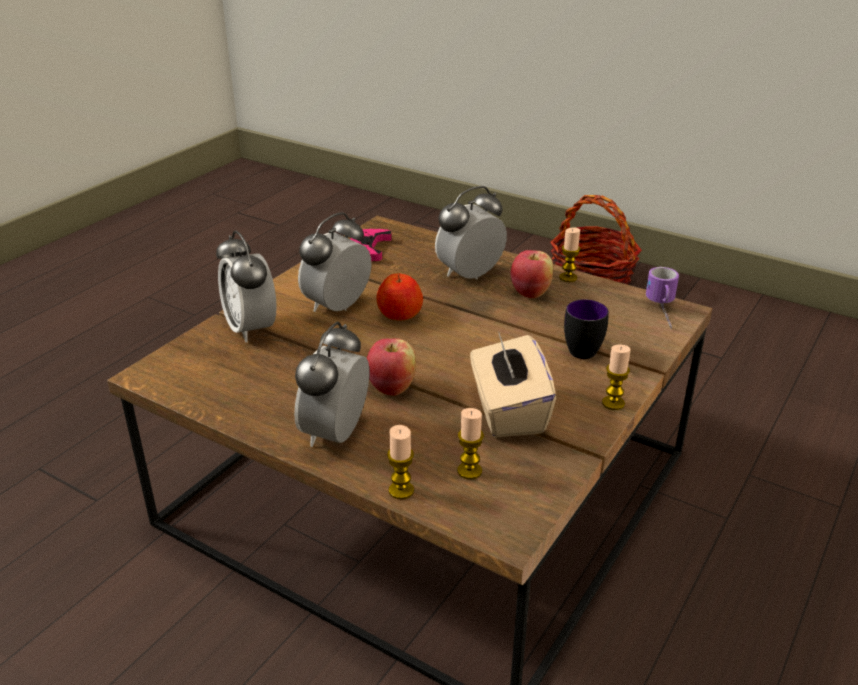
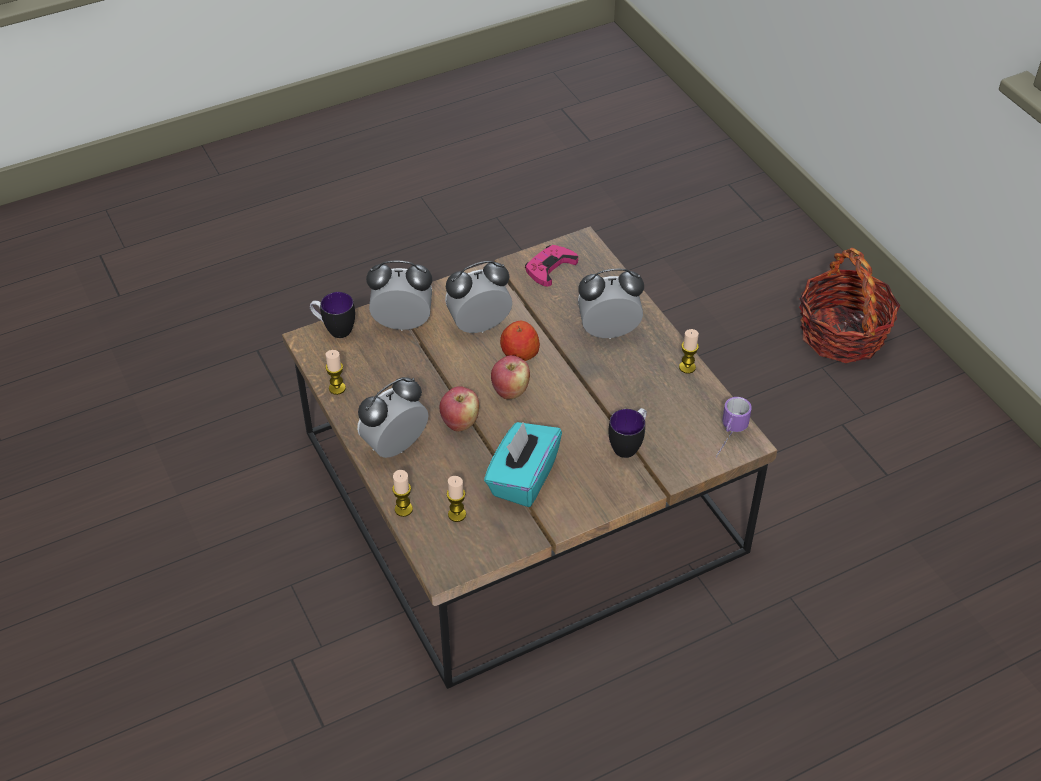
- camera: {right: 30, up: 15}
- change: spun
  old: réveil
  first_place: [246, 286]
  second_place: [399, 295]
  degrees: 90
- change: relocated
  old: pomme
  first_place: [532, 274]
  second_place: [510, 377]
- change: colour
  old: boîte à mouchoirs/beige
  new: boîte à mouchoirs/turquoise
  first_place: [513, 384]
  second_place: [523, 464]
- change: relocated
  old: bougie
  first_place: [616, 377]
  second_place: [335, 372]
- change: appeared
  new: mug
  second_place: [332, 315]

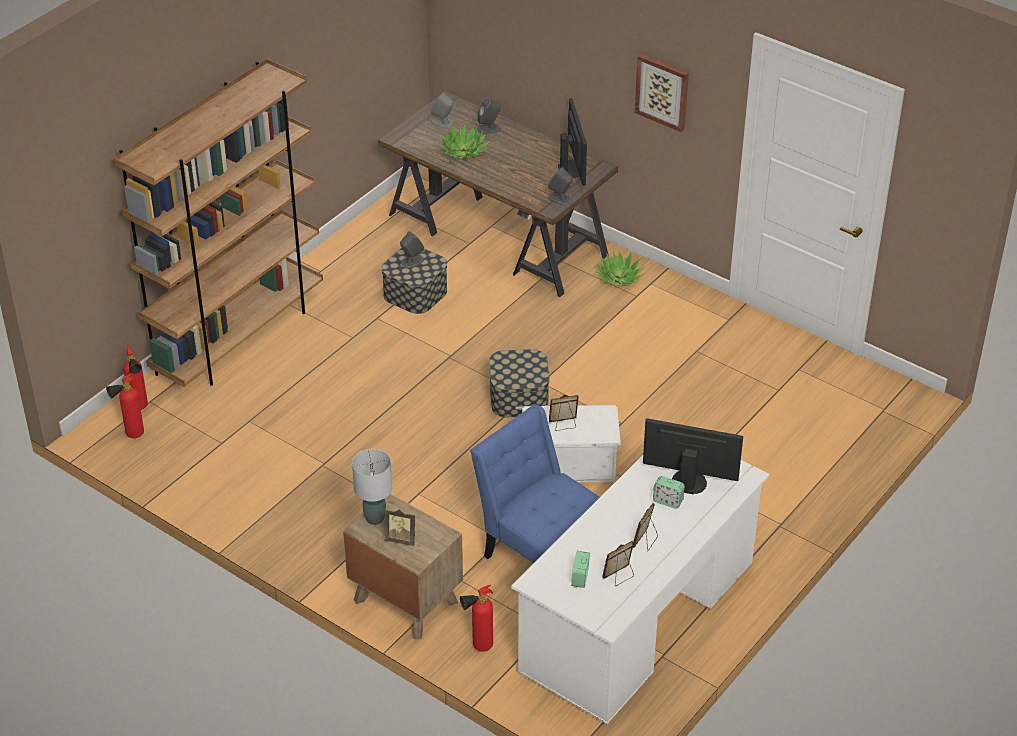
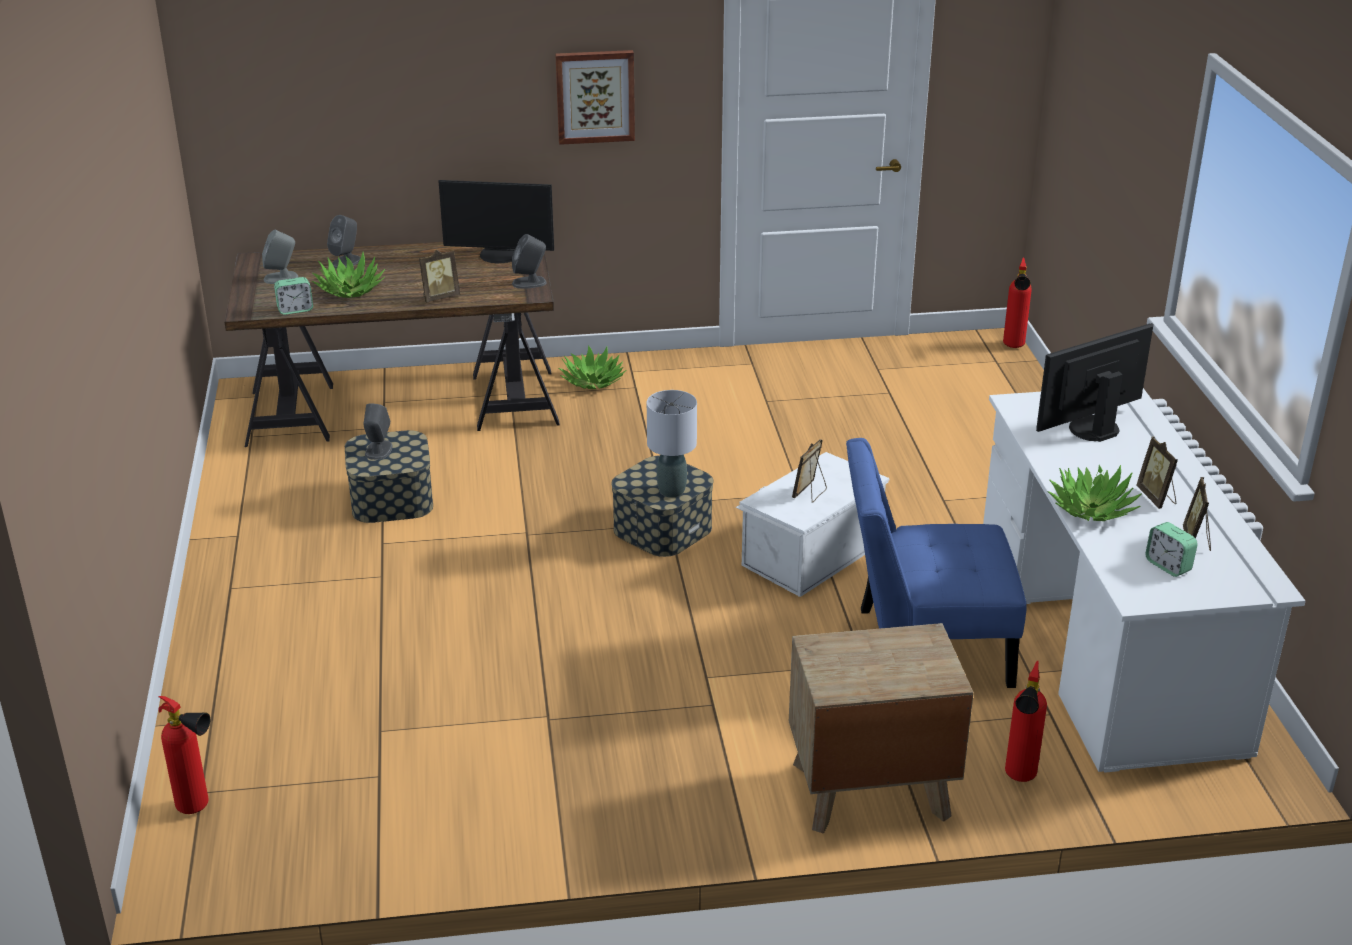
- camera: {right: -45, up: -10}
- change: missing
  old: bibliothèque/marron
  first_place: [218, 223]
- change: spun
  old: écran d'ordinateur
  first_place: [572, 142]
  second_place: [496, 221]
  degrees: 150
- change: relocated
  old: extincteur
  first_place: [125, 405]
  second_place: [1017, 302]
- change: relocated
  old: lampe de table/gris
  first_place: [372, 487]
  second_place: [672, 444]
- change: relocated
  old: réveil
  first_place: [669, 492]
  second_place: [293, 296]
- change: relocated
  old: cadre photo
  first_place: [400, 527]
  second_place: [439, 276]
- change: appeared
  new: plante en pot
  second_place: [1094, 493]

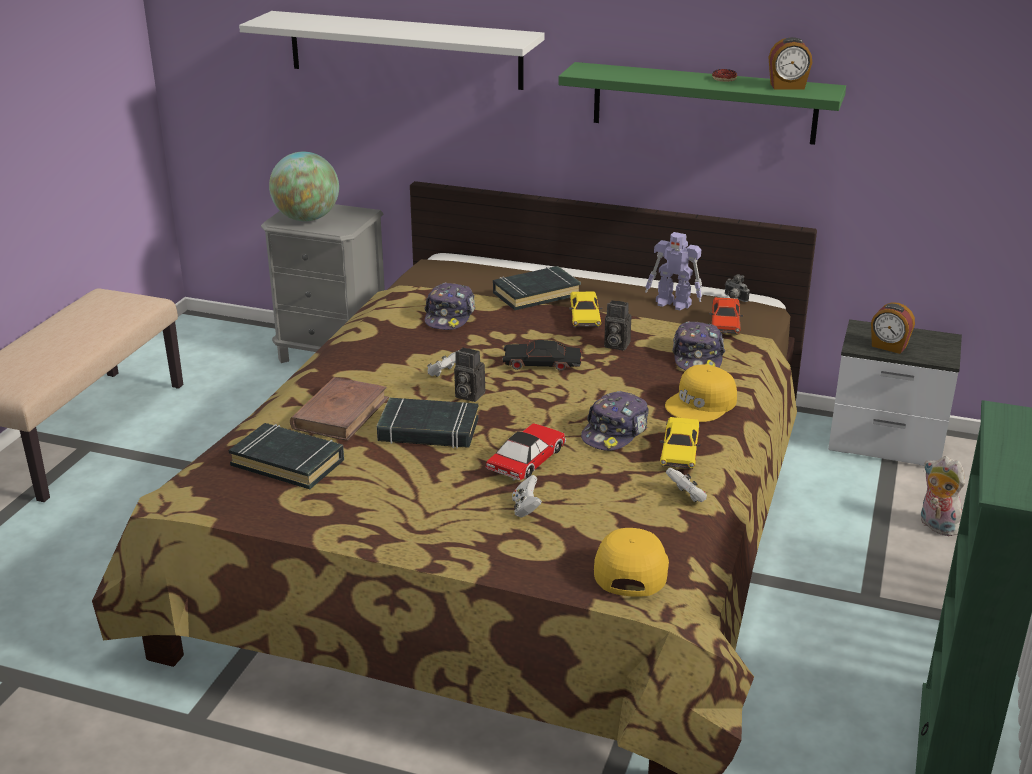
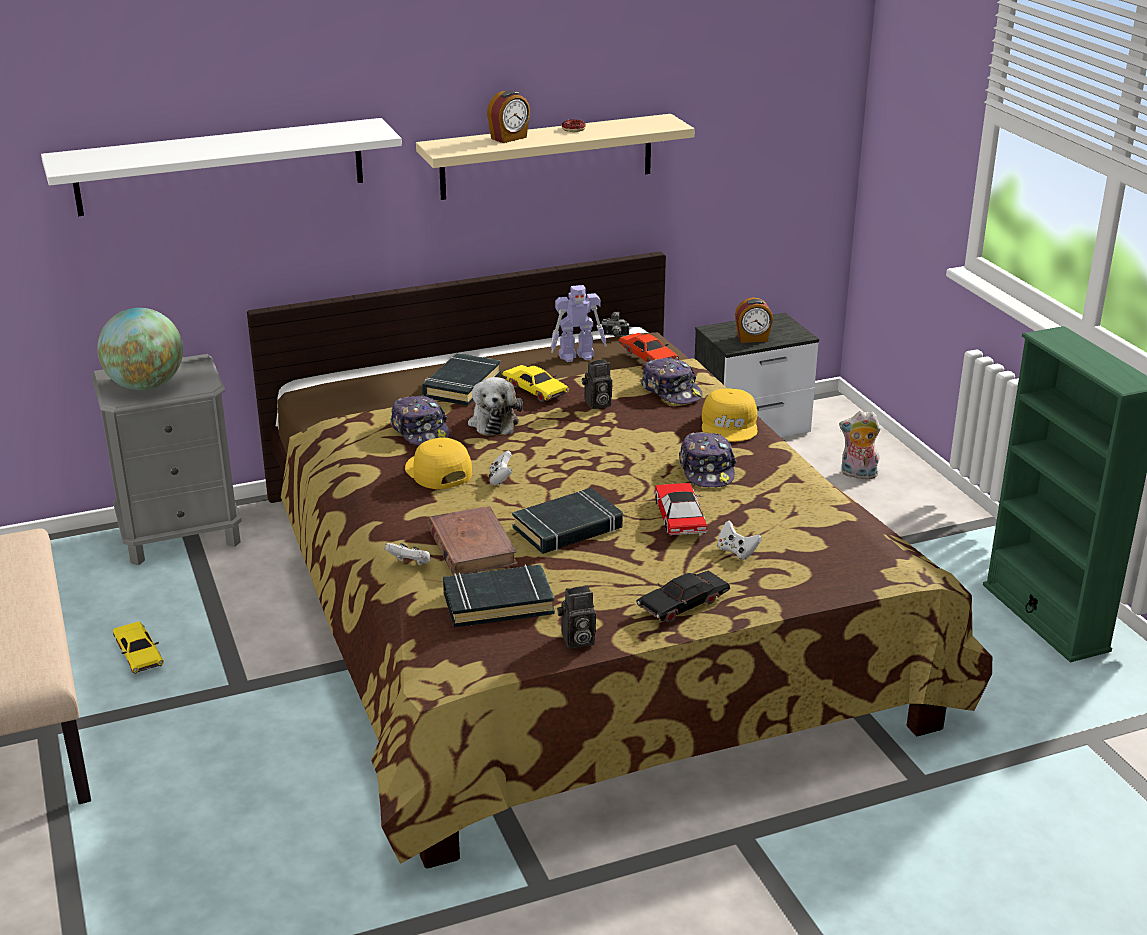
- camera: {right: -40, up: 0}
- change: relocated
  old: réveil
  first_place: [790, 63]
  second_place: [508, 117]
- change: colour
  old: étagère/vert
  new: étagère/beige
  first_place: [702, 103]
  second_place: [555, 157]
- change: relocated
  old: petite voiture/noir
  first_place: [541, 355]
  second_place: [683, 597]
- change: relocated
  old: appareil photo
  first_place: [469, 374]
  second_place: [576, 617]
- change: relocated
  old: petite voiture/jaune
  first_place: [680, 443]
  second_place: [138, 647]
- change: relocated
  old: manette/blanc
  first_place: [686, 485]
  second_place: [407, 554]
- change: relocated
  old: casquette/jaune
  first_place: [631, 562]
  second_place: [438, 463]
- change: appeared
  new: peluche
  second_place: [495, 406]

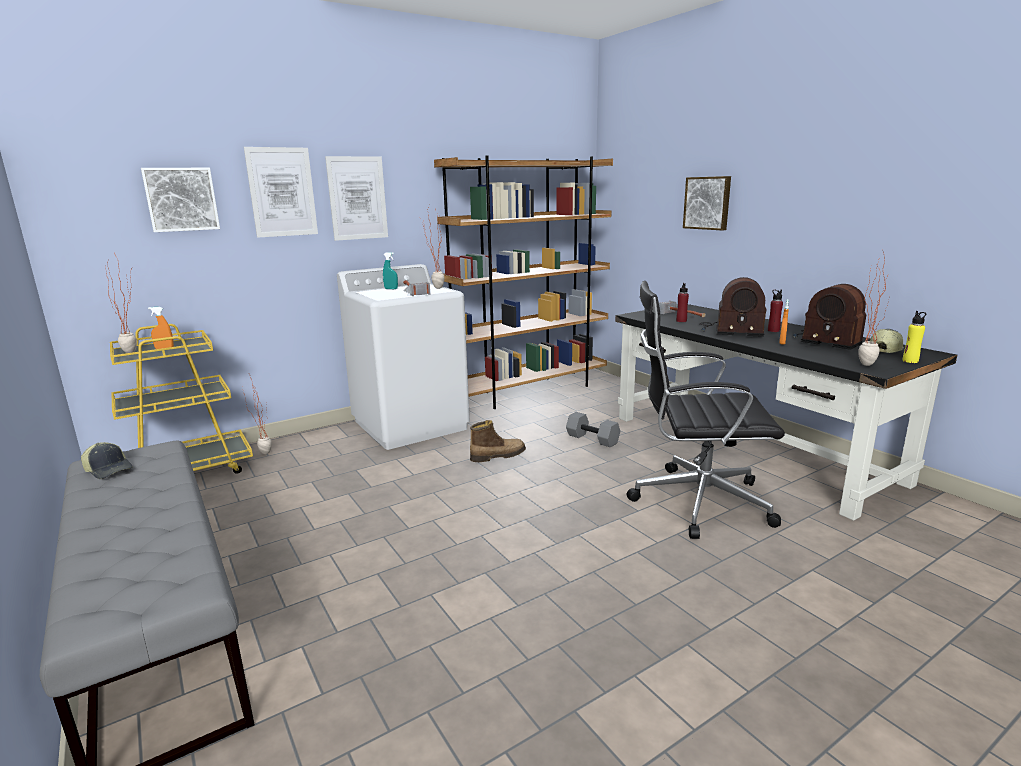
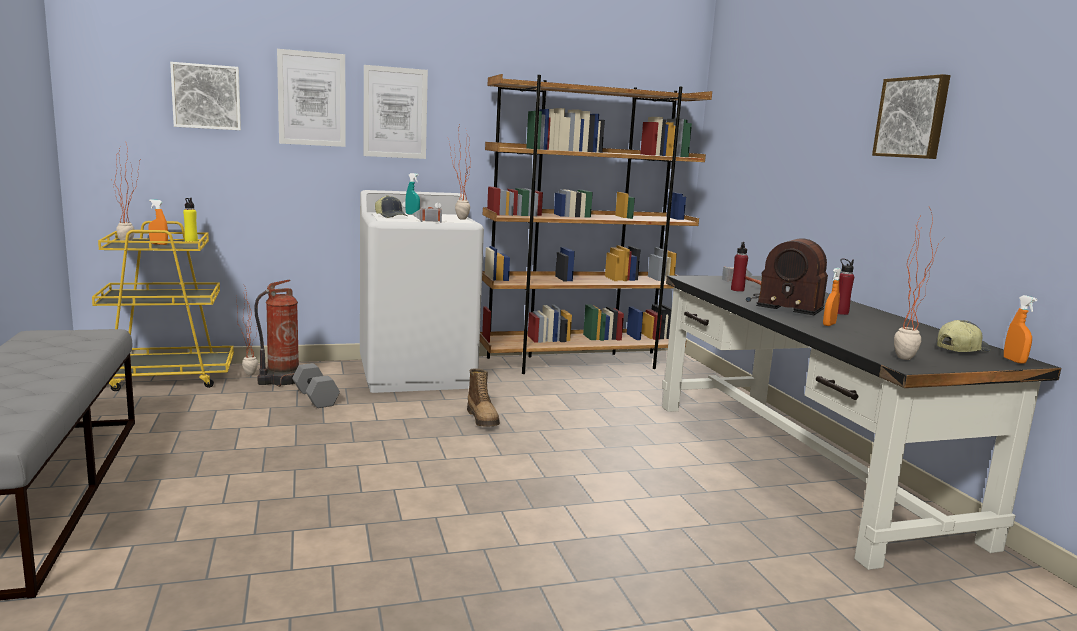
- camera: {right: 15, up: -5}
- change: relocated
  old: tableau
  first_place: [707, 203]
  second_place: [911, 116]
- change: missing
  old: chaise de bureau/noir
  first_place: [705, 410]
- change: missing
  old: radio
  first_place: [829, 317]
- change: relocated
  old: bouteille/jaune
  first_place: [914, 337]
  second_place: [190, 220]
- change: relocated
  old: haltère/gris
  first_place: [593, 429]
  second_place: [316, 385]
- change: spun
  old: botte
  first_place: [498, 441]
  second_place: [483, 397]
  degrees: 75
- change: relocated
  old: casquette
  first_place: [107, 460]
  second_place: [391, 206]
- change: appeared
  new: extincteur
  second_place: [276, 333]
- change: appeared
  new: vaporisateur/orange
  second_place: [1020, 329]

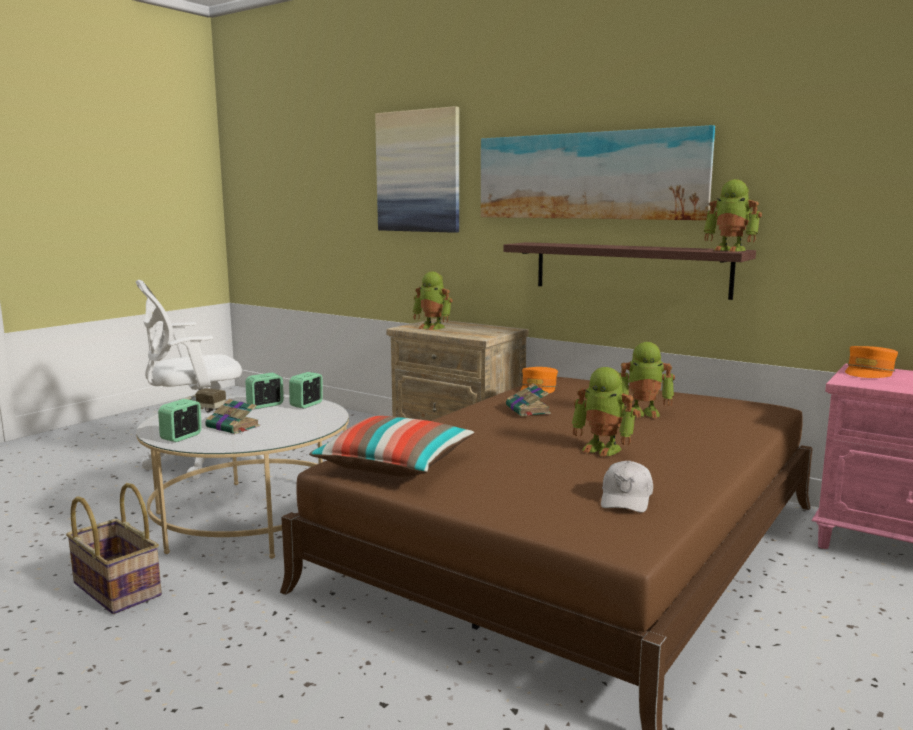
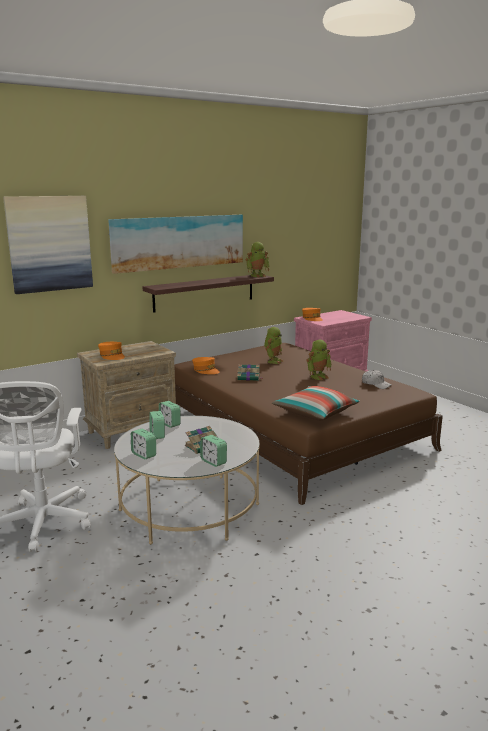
- camera: {right: -70, up: 5}
- change: exchanged
  old: robot jouet
  new: casquette/orange
  first_place: [432, 300]
  second_place: [111, 351]
- change: exchanged
  old: camion jouet
  new: réveil
  first_place: [202, 400]
  second_place: [143, 444]
- change: missing
  old: panier
  first_place: [114, 548]

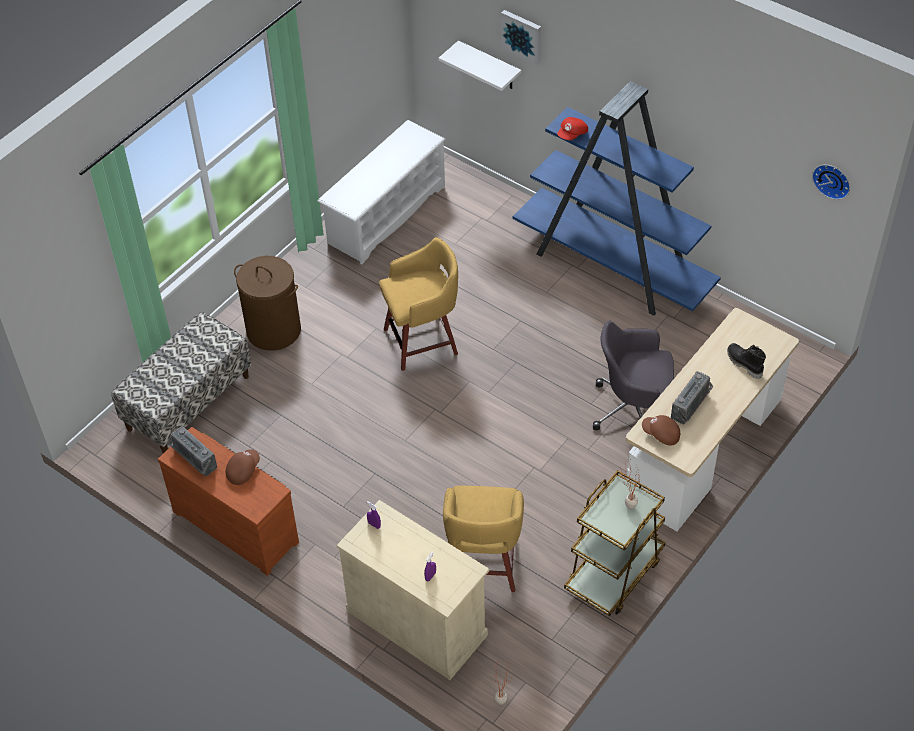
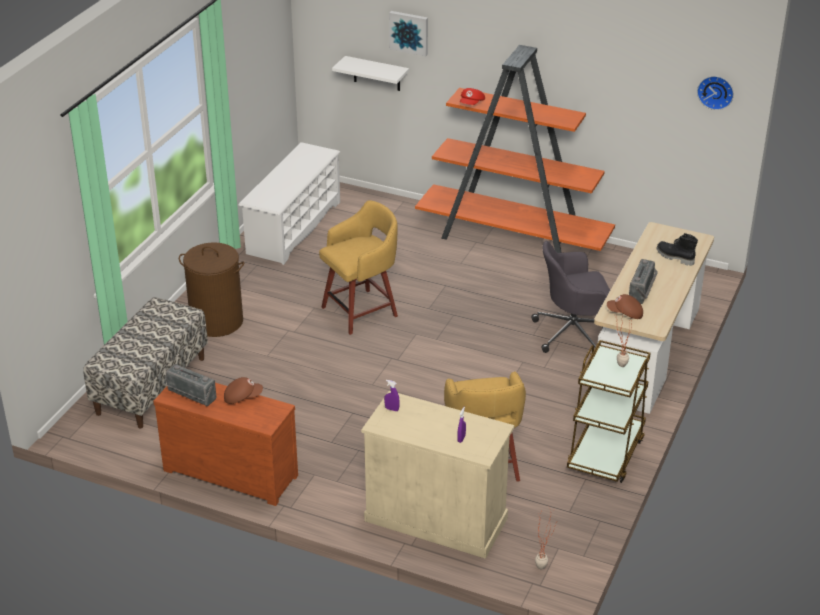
- camera: {right: -15, up: -15}
- change: colour
  old: bibliothèque/bleu
  new: bibliothèque/orange
  first_place: [617, 198]
  second_place: [515, 149]
- change: spun
  old: casquette/marron
  first_place: [243, 467]
  second_place: [243, 390]
  degrees: 60

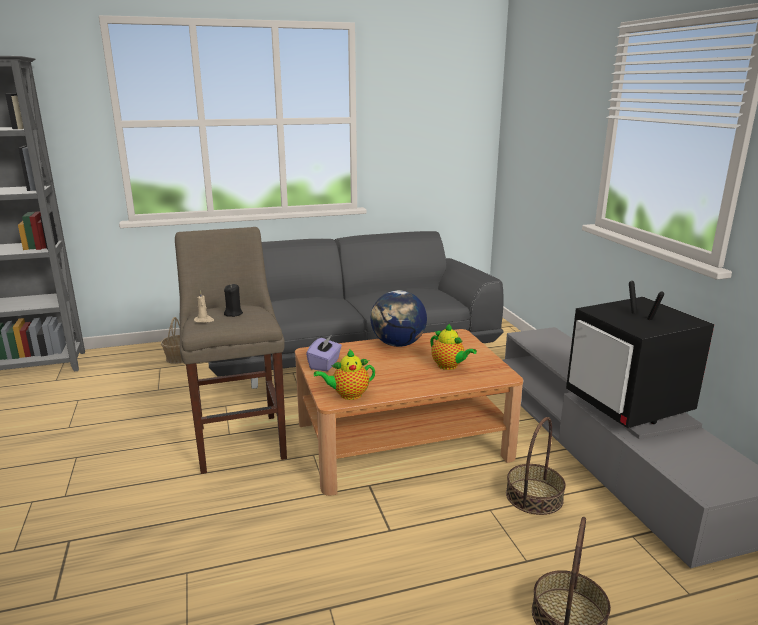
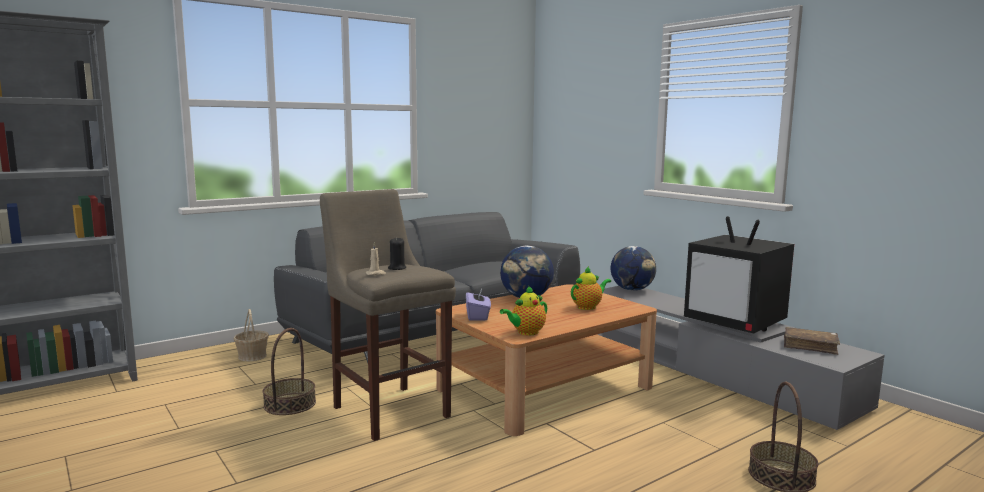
- camera: {right: -20, up: -10}
- change: spun
  old: théière
  first_place: [453, 347]
  second_place: [591, 288]
  degrees: -60
- change: relocated
  old: panier
  first_place: [536, 466]
  second_place: [289, 371]
- change: appeared
  new: globe
  second_place: [633, 268]
- change: appeared
  new: livre/marron
  second_place: [812, 341]

